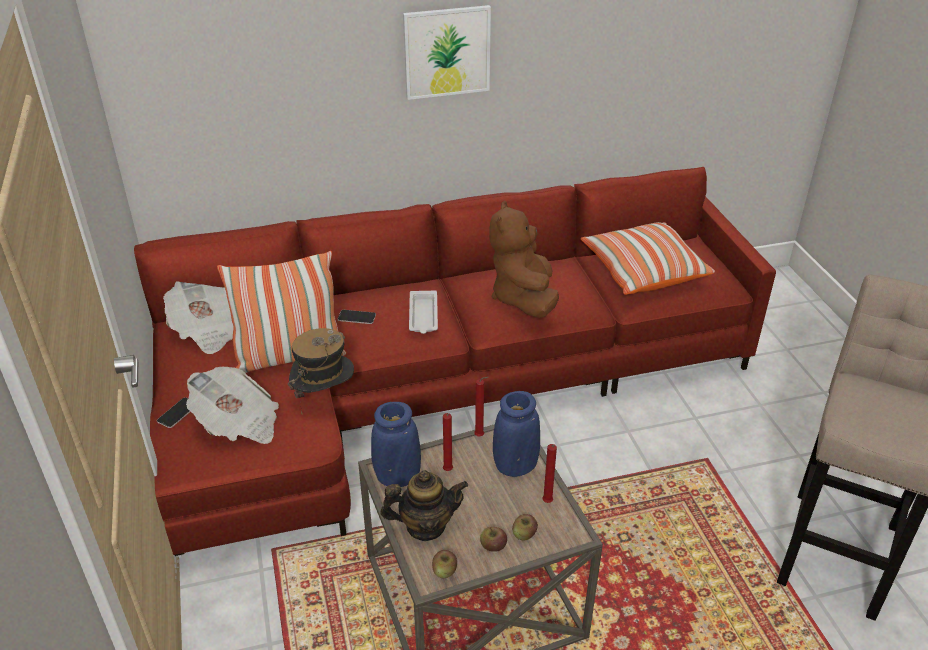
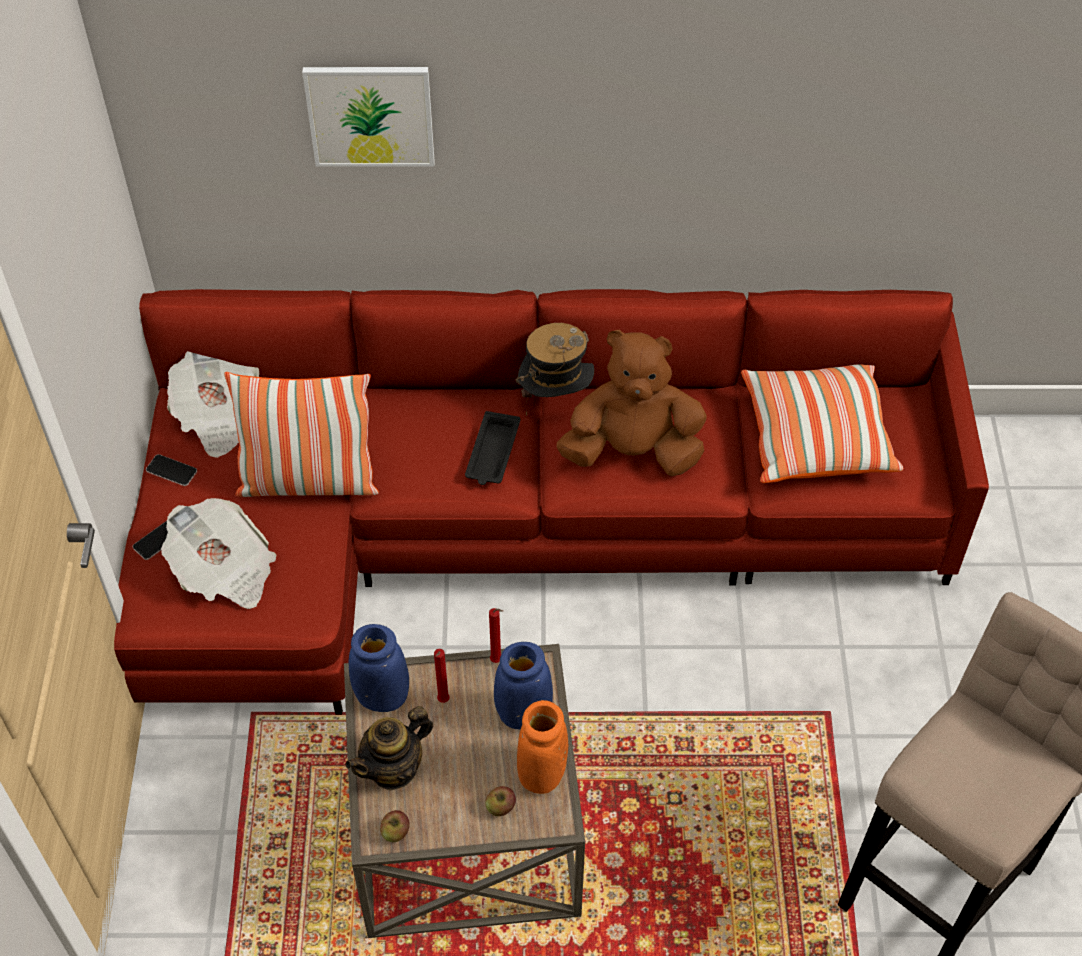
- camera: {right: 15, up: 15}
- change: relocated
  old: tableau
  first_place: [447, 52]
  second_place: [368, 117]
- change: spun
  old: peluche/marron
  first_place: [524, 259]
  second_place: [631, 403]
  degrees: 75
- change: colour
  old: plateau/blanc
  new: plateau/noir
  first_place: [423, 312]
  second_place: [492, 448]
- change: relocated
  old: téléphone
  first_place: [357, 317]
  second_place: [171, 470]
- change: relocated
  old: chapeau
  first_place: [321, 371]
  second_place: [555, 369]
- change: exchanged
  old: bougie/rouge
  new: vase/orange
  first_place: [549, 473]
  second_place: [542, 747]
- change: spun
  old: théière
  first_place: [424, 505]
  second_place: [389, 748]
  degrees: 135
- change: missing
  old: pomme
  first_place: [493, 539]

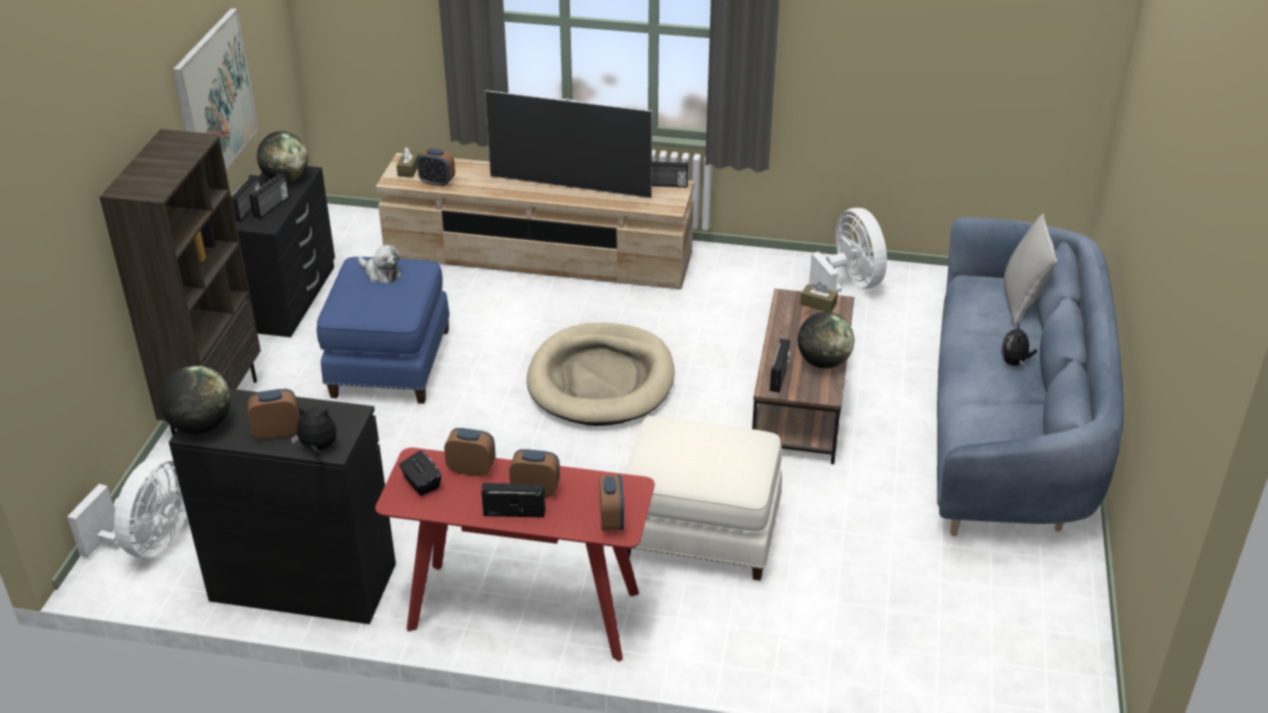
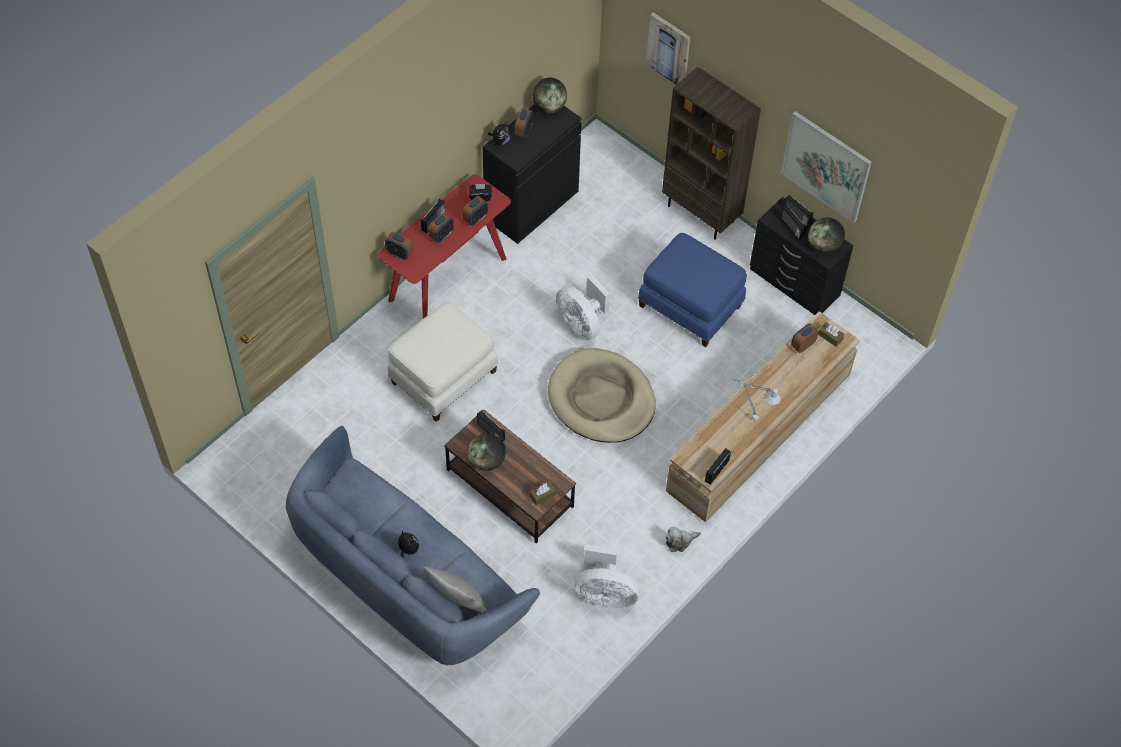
- camera: {right: 120, up: 20}
- change: exchanged
  old: téléviseur
  new: lampe de table/gris
  first_place: [568, 144]
  second_place: [756, 399]
- change: relocated
  old: peluche
  first_place: [380, 264]
  second_place: [683, 539]
- change: relocated
  old: ventilateur/blanc
  first_place: [127, 507]
  second_place: [583, 307]
- change: appeared
  new: tableau
  second_place: [668, 48]

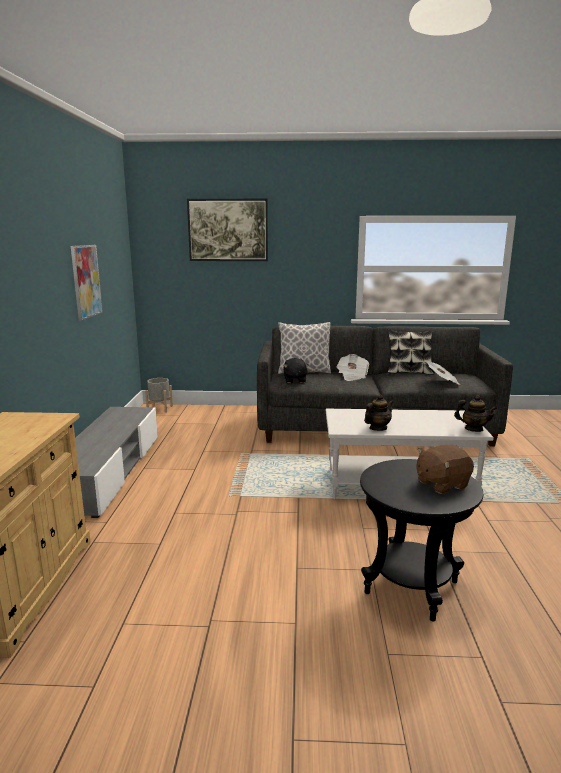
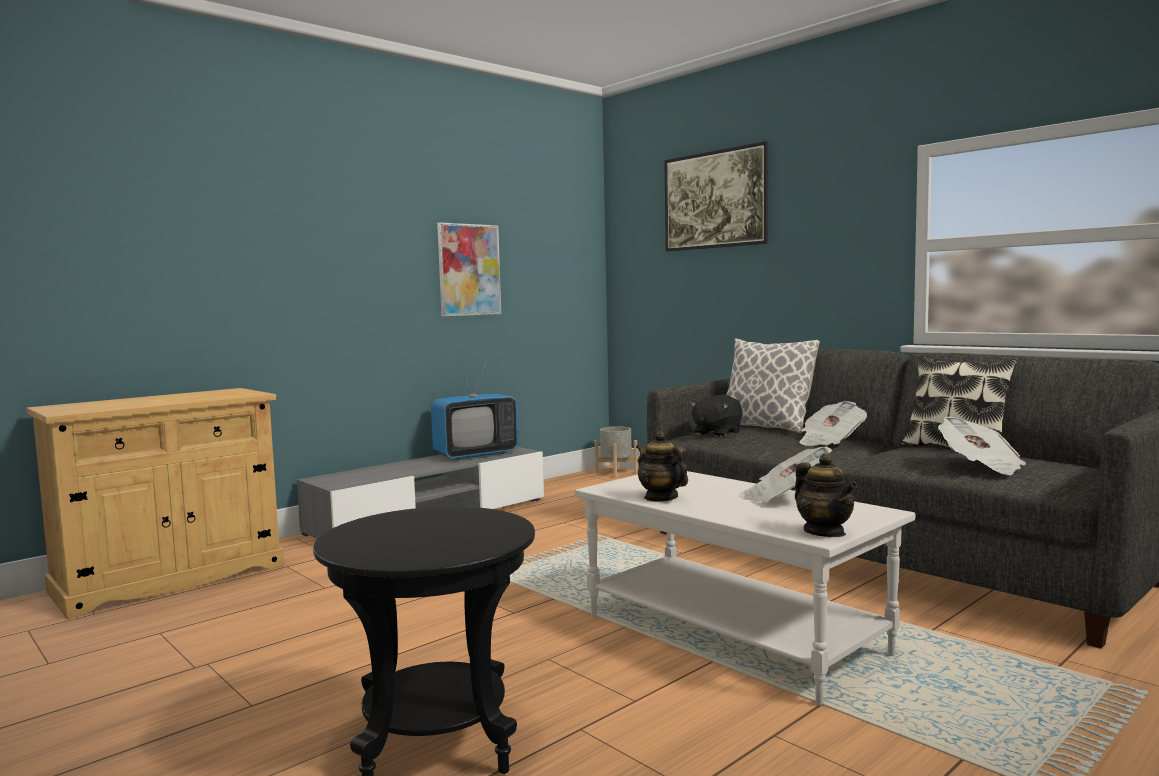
- camera: {right: 45, up: -10}
- change: spun
  old: théière
  first_place: [378, 412]
  second_place: [662, 466]
  degrees: -135
- change: missing
  old: peluche/marron
  first_place: [445, 469]
- change: appeared
  new: téléviseur
  second_place: [475, 408]
- change: appeared
  new: journal
  second_place: [786, 475]

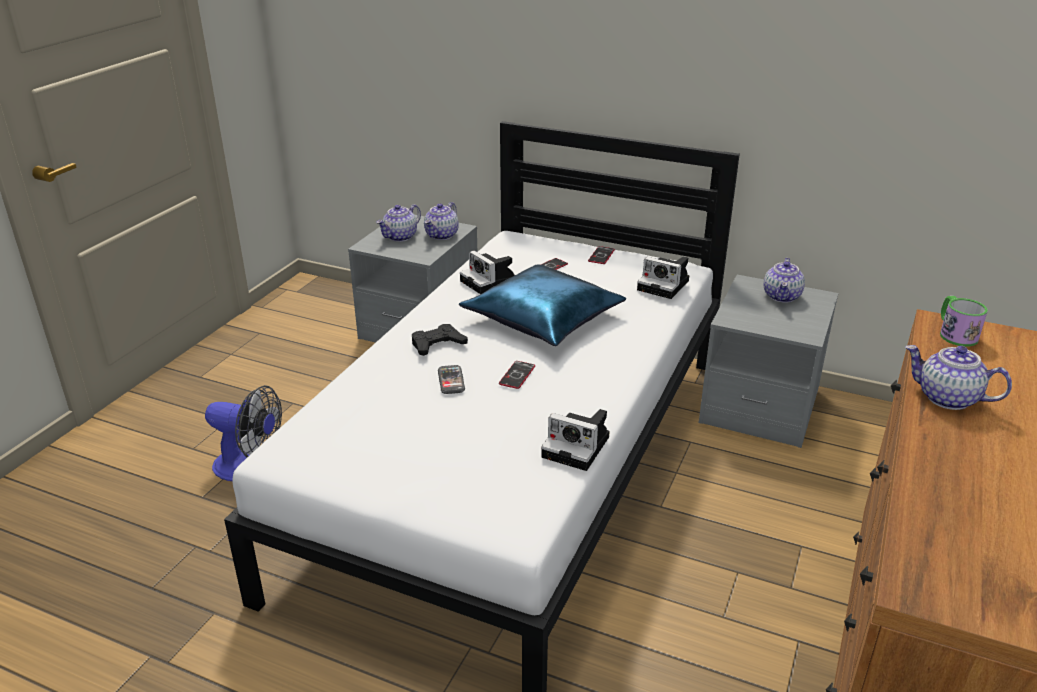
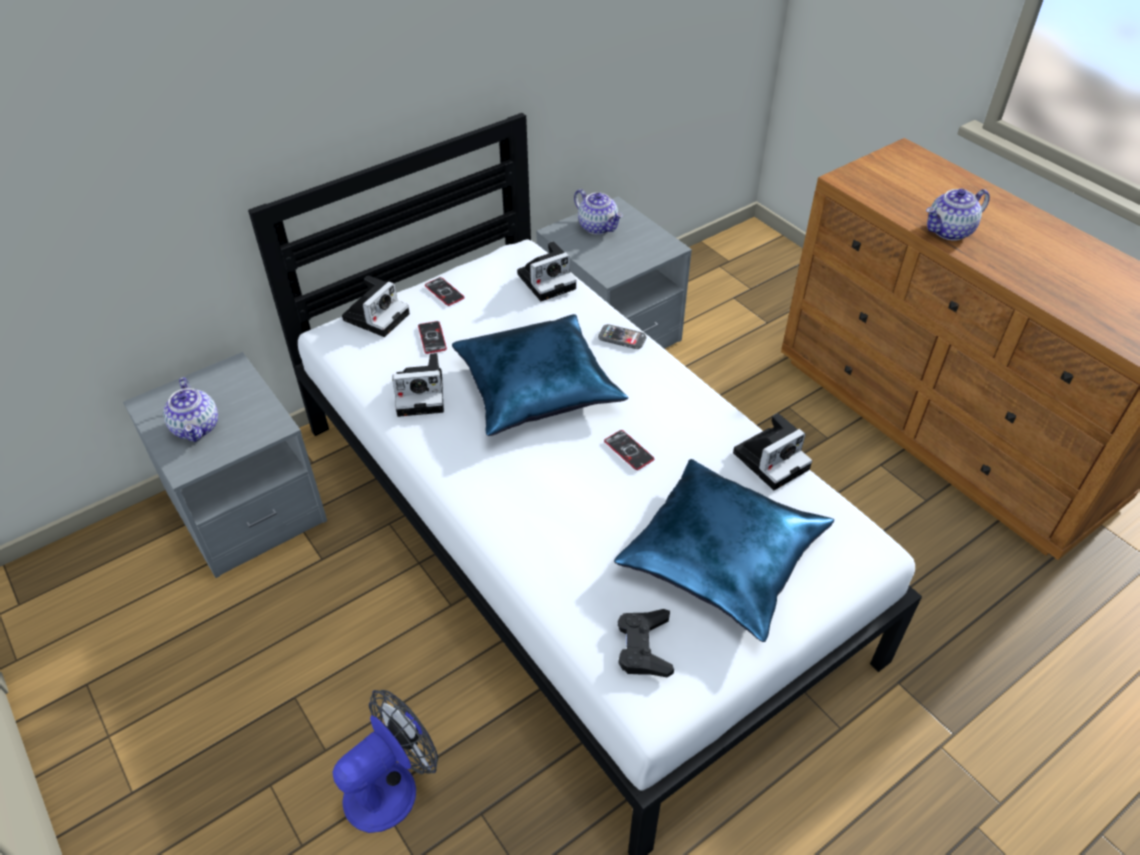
- camera: {right: -60, up: 15}
- change: missing
  old: théière
  first_place: [441, 221]
- change: missing
  old: mug
  first_place: [964, 321]
- change: relocated
  old: manette/noir
  first_place: [440, 340]
  second_place: [646, 643]
- change: relocated
  old: téléphone
  first_place: [451, 379]
  second_place: [622, 336]
- change: appeared
  new: appareil photo
  second_place: [376, 306]
- change: appeared
  new: coussin/bleu
  second_place: [724, 550]

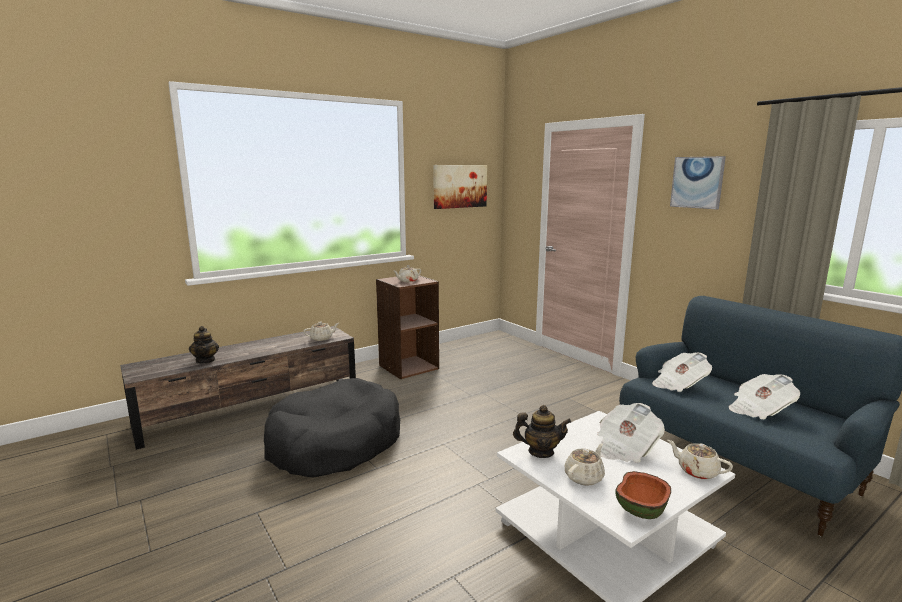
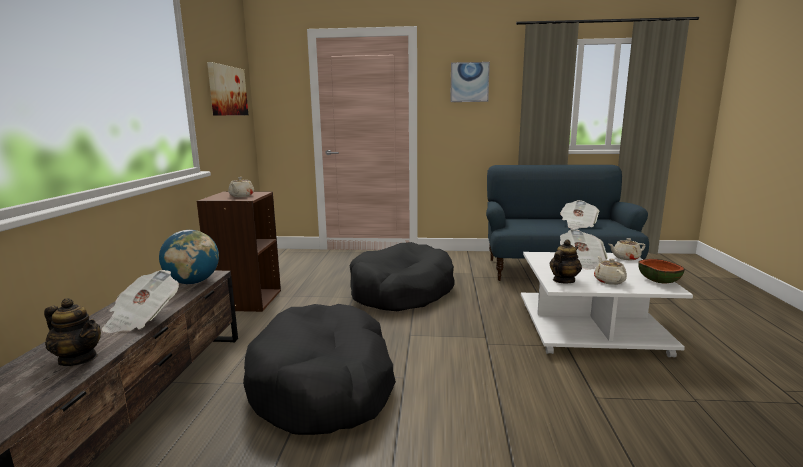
- camera: {right: -50, up: 0}
- change: exchanged
  old: théière/beige
  new: globe
  first_place: [321, 331]
  second_place: [189, 257]
- change: relocated
  old: journal
  first_place: [682, 372]
  second_place: [140, 301]
- change: appeared
  new: panier pour chien/noir
  second_place: [402, 276]

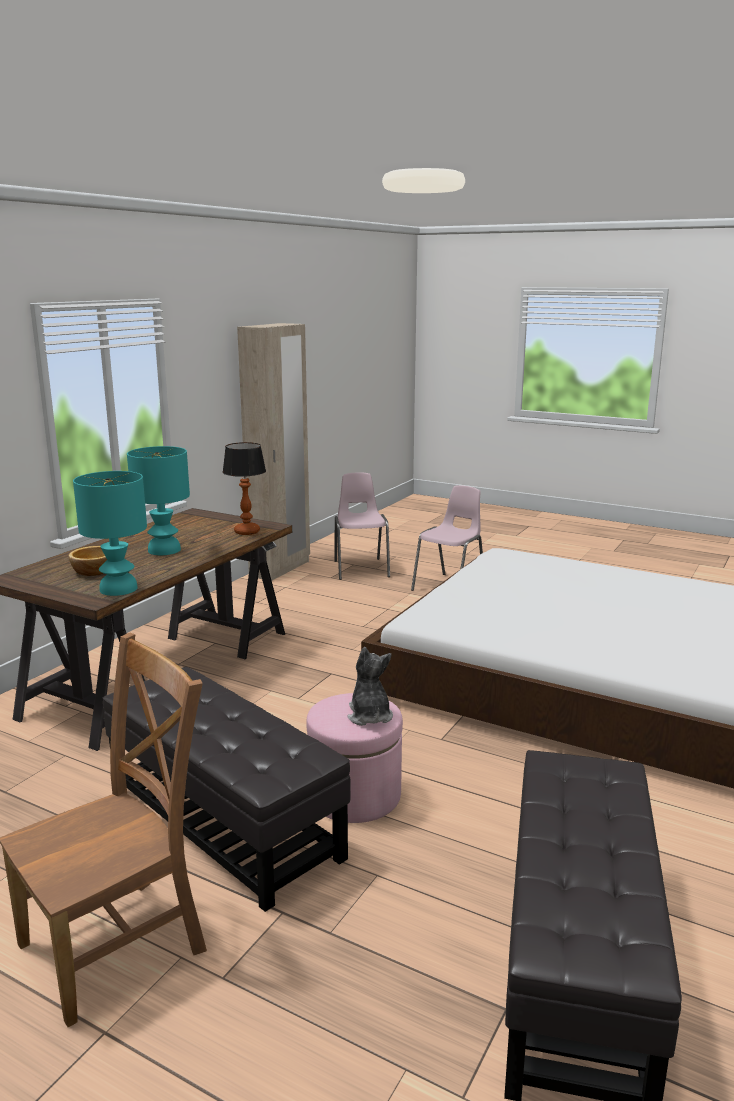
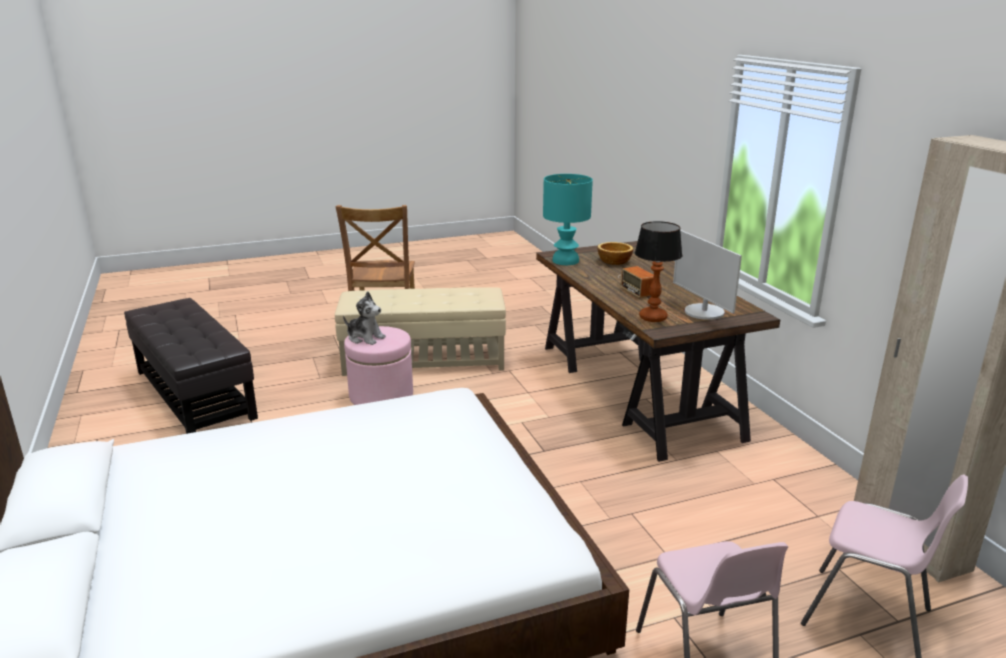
- camera: {right: 130, up: 5}
- change: exchanged
  old: lampe de table/turquoise
  new: radio
  first_place: [158, 500]
  second_place: [636, 282]
- change: colour
  old: pouf/noir
  new: pouf/beige
  first_place: [227, 789]
  second_place: [420, 331]
- change: appeared
  new: écran d'ordinateur
  second_place: [707, 275]

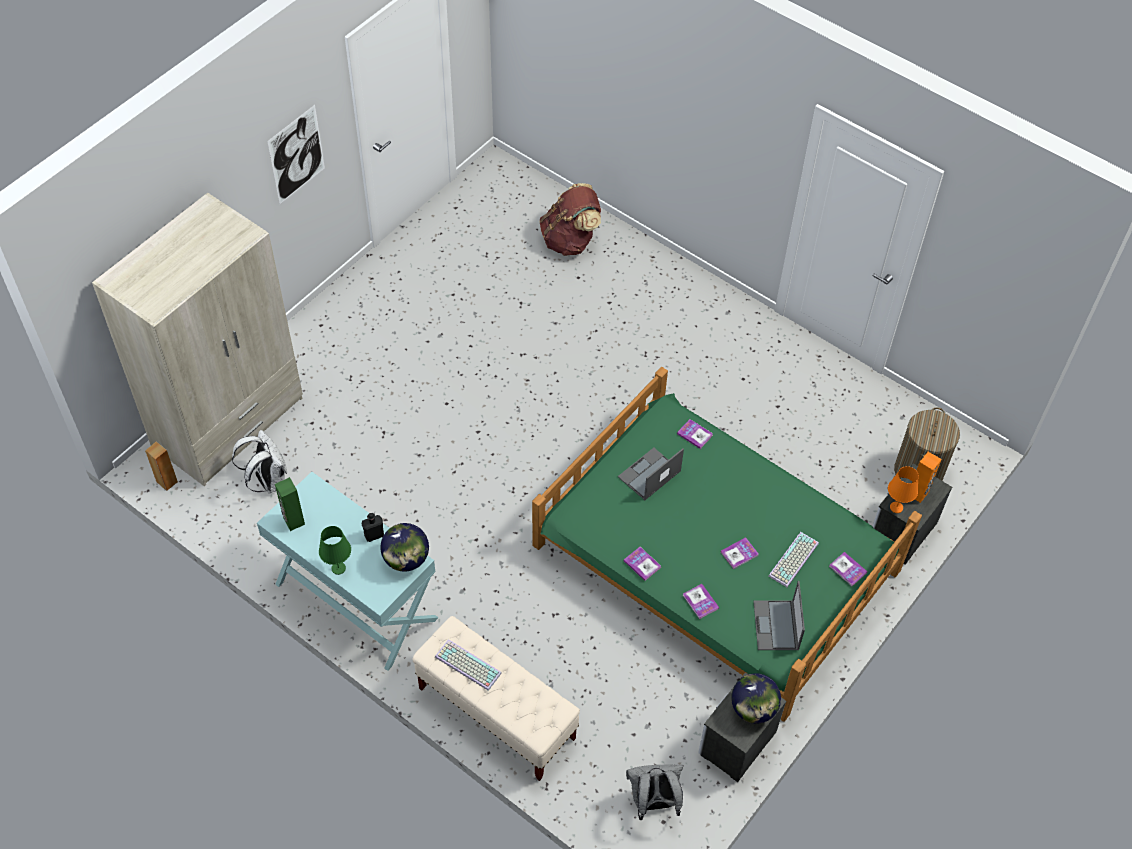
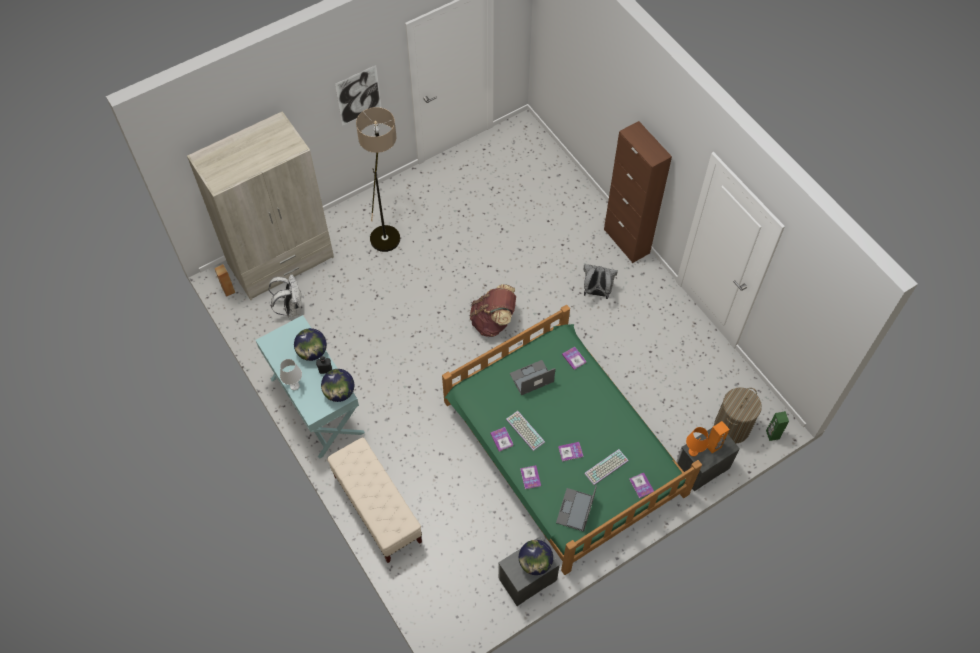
- camera: {right: 20, up: 5}
- change: relocated
  old: sac à dos/marron
  first_place: [570, 219]
  second_place: [493, 310]
- change: relocated
  old: enceinte/vert
  first_place: [290, 504]
  second_place: [777, 426]
- change: colour
  old: lampe de table/vert
  new: lampe de table/blanc
  first_place: [335, 550]
  second_place: [291, 374]
- change: relocated
  old: clavier
  first_place: [468, 665]
  second_place: [525, 431]
- change: relocated
  old: sac à dos/gris
  first_place: [655, 792]
  second_place: [601, 281]
- change: appeared
  new: lampadaire
  second_place: [378, 179]
- change: appeared
  new: meuble de rangement/marron
  second_place: [638, 192]
- change: appeared
  new: globe
  second_place: [310, 344]

